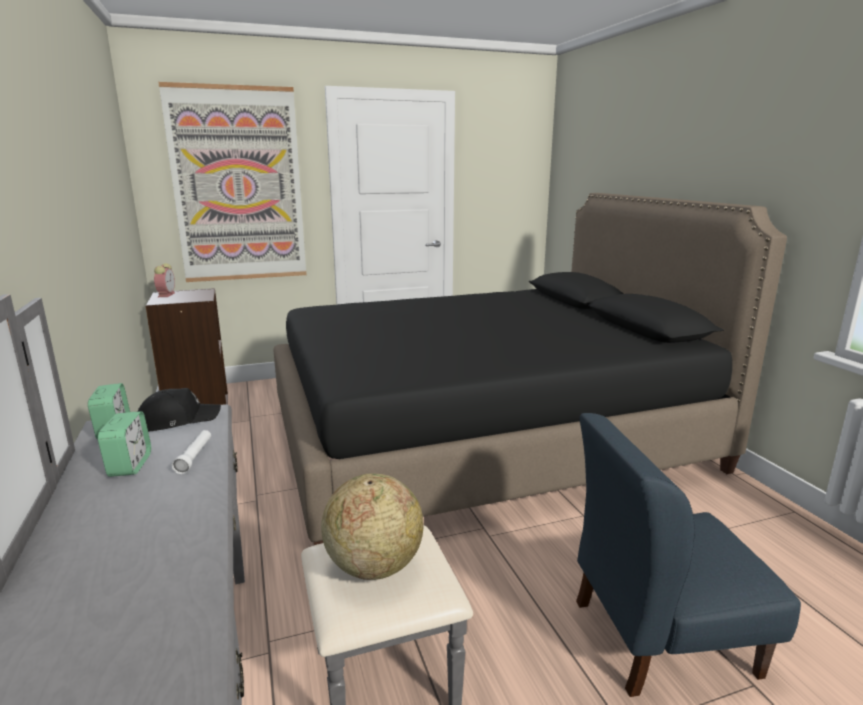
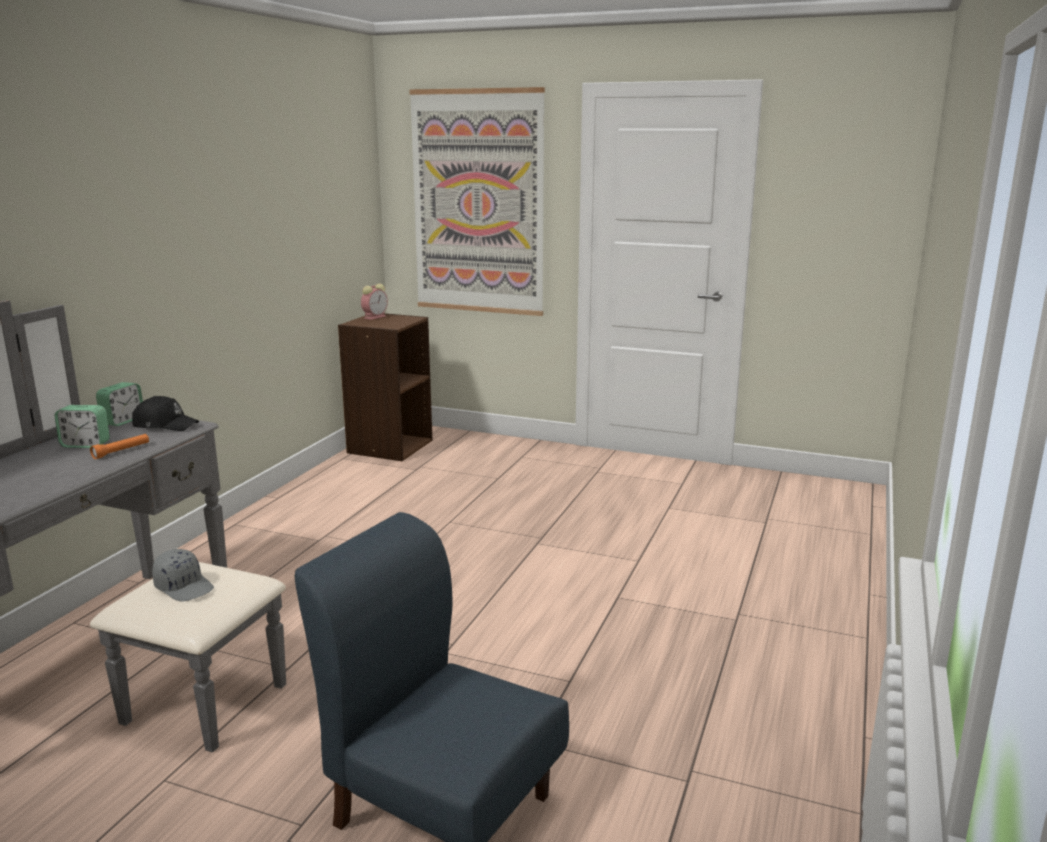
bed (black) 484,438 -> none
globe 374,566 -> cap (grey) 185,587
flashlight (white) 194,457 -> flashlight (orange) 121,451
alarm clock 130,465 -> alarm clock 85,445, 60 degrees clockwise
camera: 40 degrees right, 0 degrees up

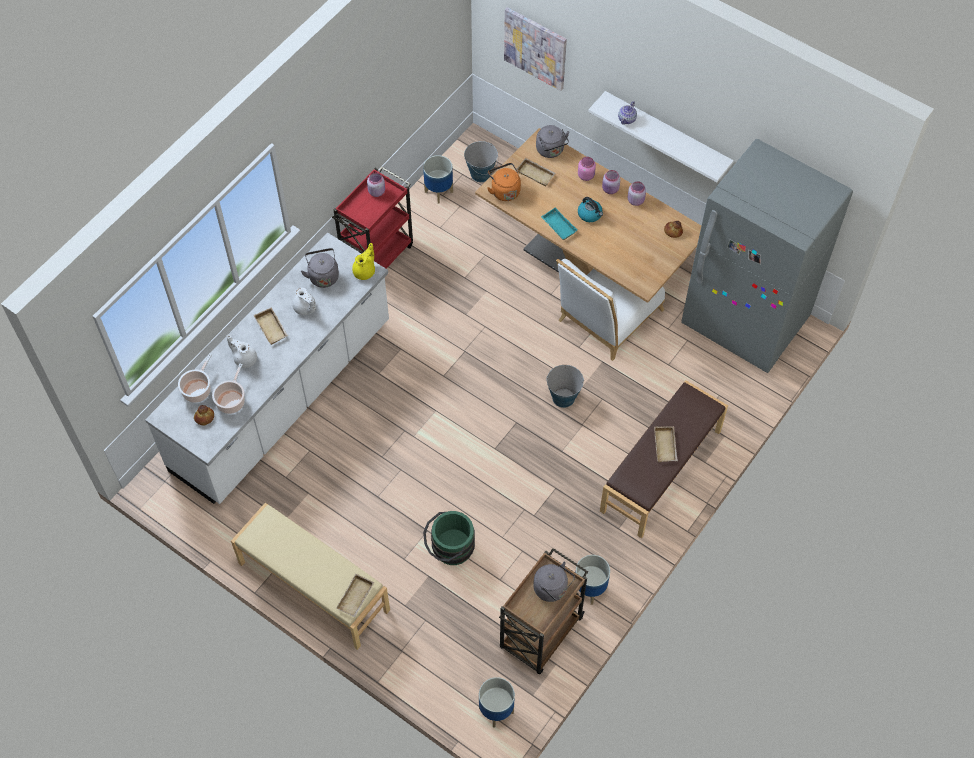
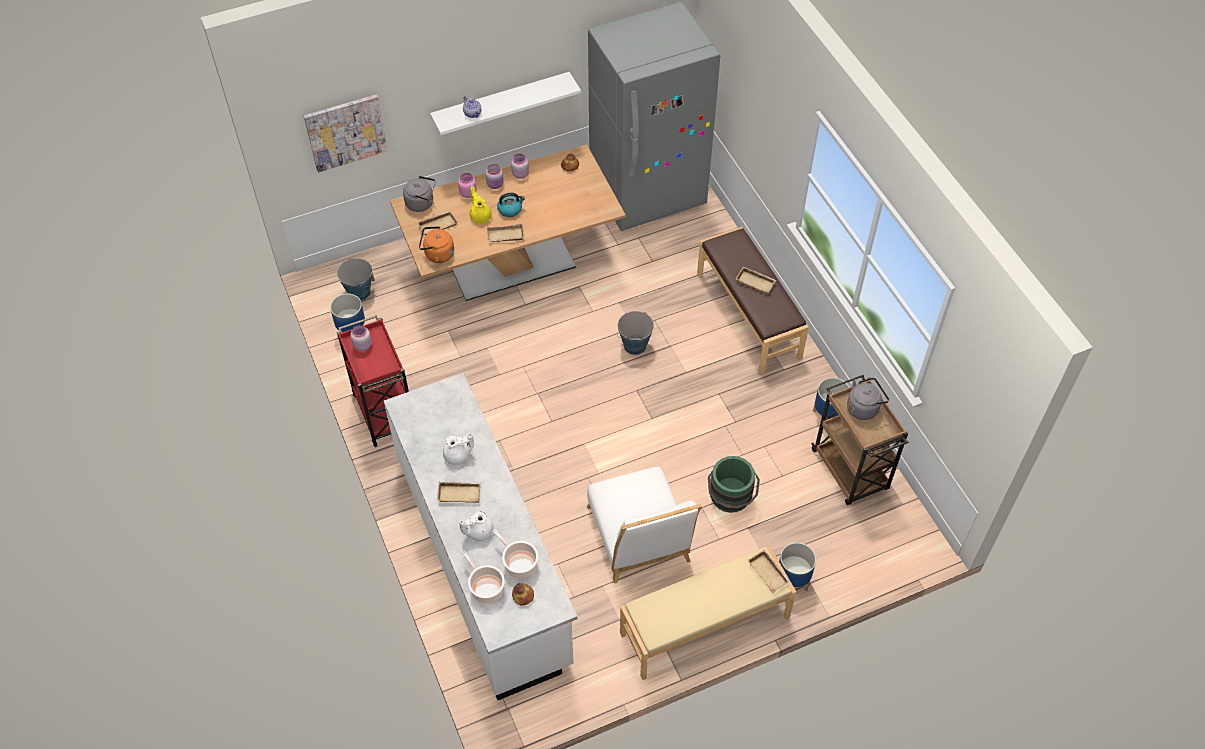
kettle (grey) 323,275 -> none
teapot (yellow) 365,271 -> teapot (yellow) 480,216, moved
planter 496,710 -> planter 792,581, moved
chair (white) 606,319 -> chair (white) 640,540, moved
tray (turquoise) 557,226 -> tray (beige) 505,236
camera: 60 degrees left, 5 degrees down

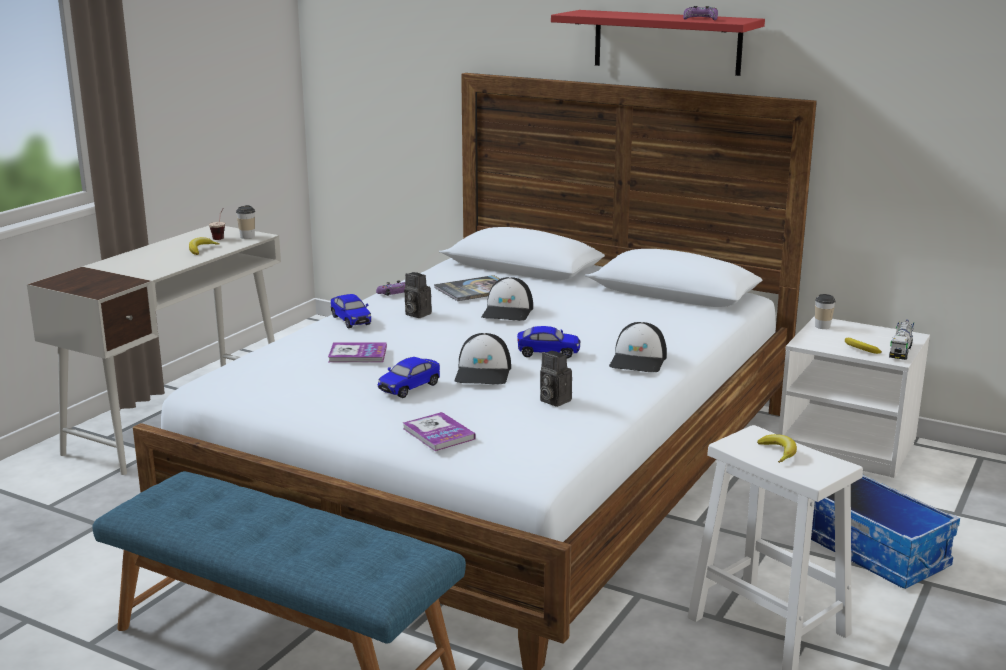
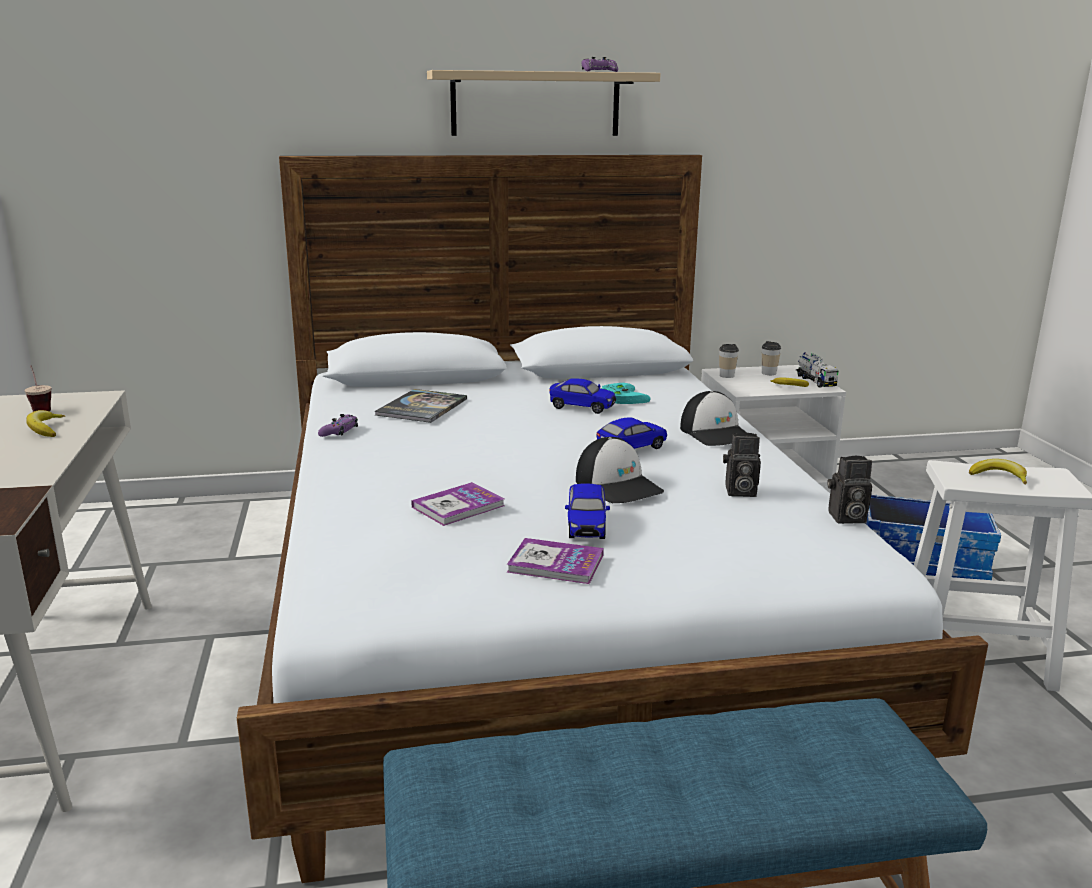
cap 508,311 -> none
none -> game controller (turquoise) 621,397
cup 247,236 -> cup 769,373, moved
toy car 351,321 -> toy car 582,407, moved
book 438,434 -> book 555,564, moved
photo camera 416,314 -> photo camera 846,518, moved
shelf (red) 667,42 -> shelf (beige) 535,104
camera: 40 degrees left, 0 degrees up

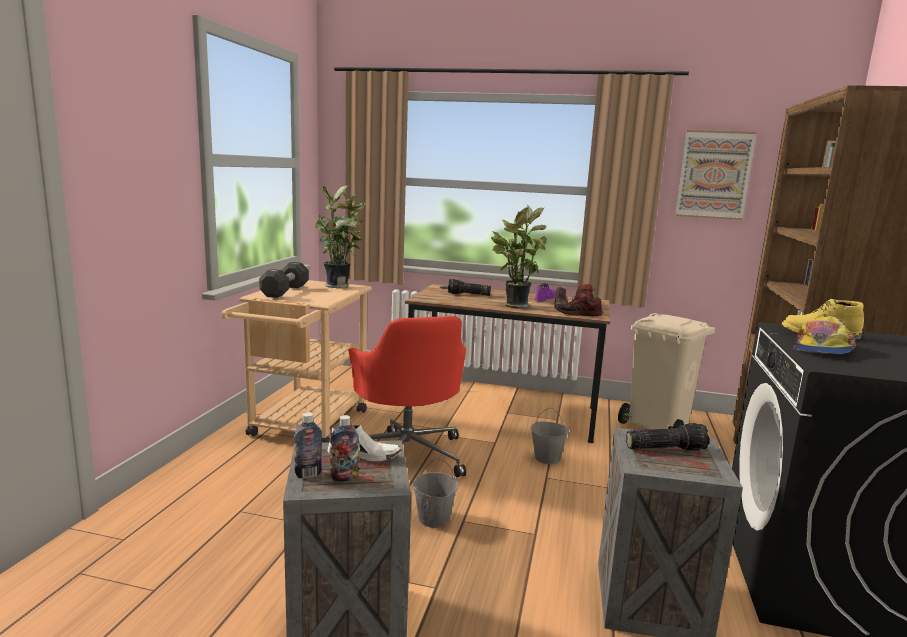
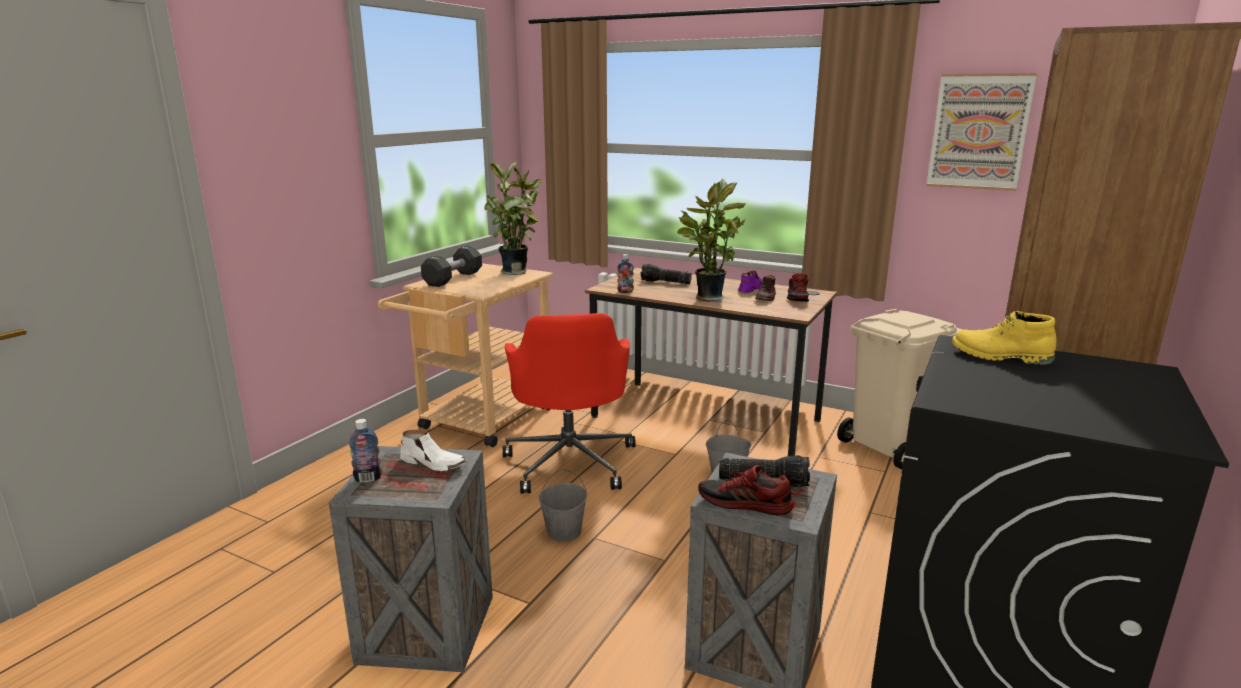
cap 822,349 -> none
bottle 344,477 -> bottle 625,292, moved
shoe 578,314 -> shoe 745,504, moved
camera: 15 degrees right, 5 degrees up

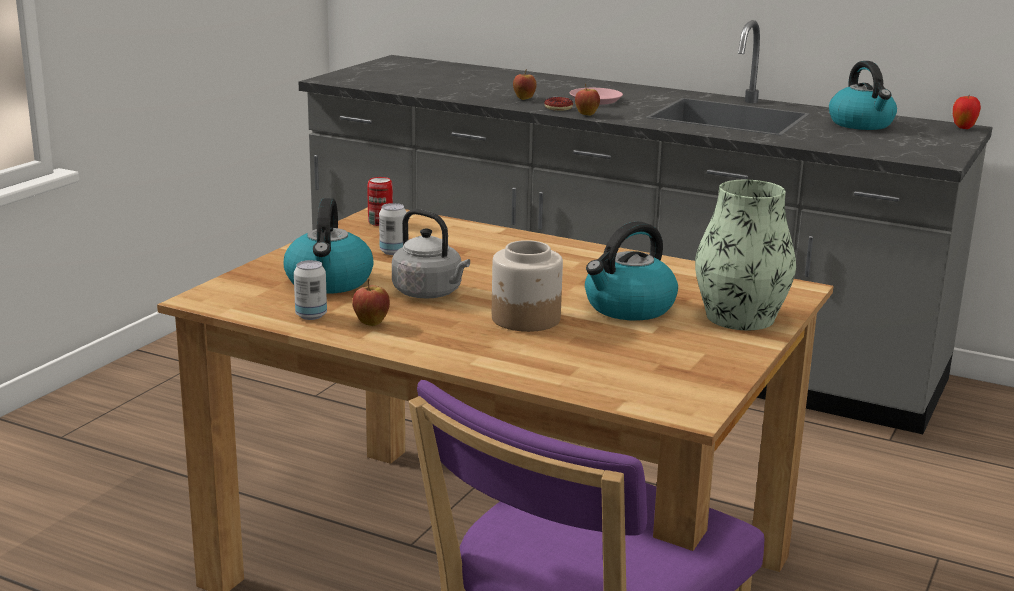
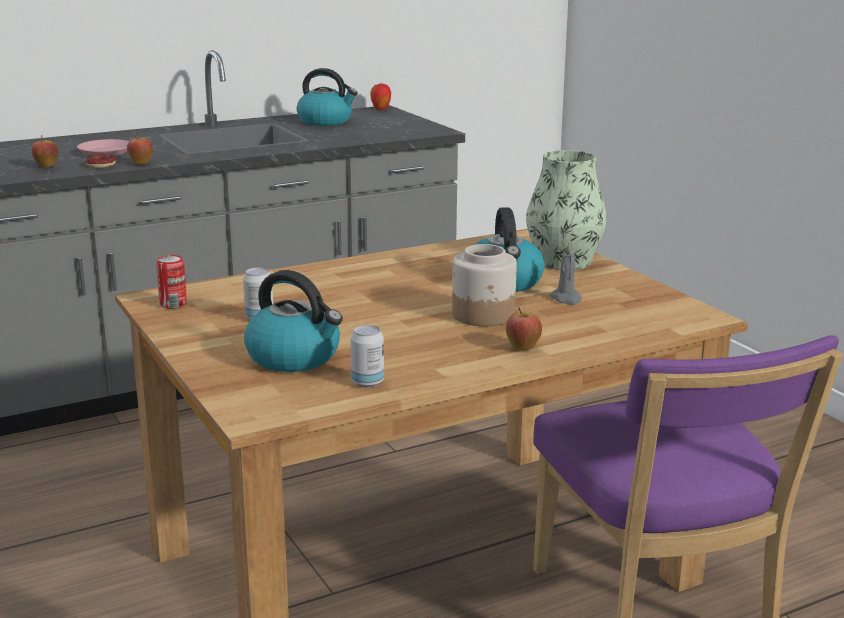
kettle (grey) 430,293 -> none
none -> candle (grey) 566,299
apple 371,323 -> apple 522,348, moved
camera: 55 degrees left, 0 degrees up

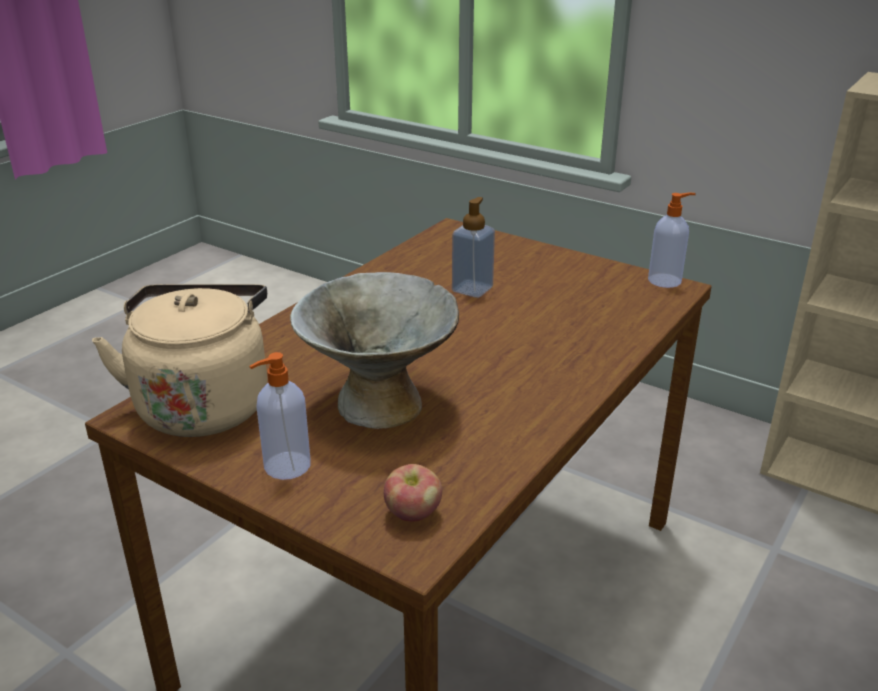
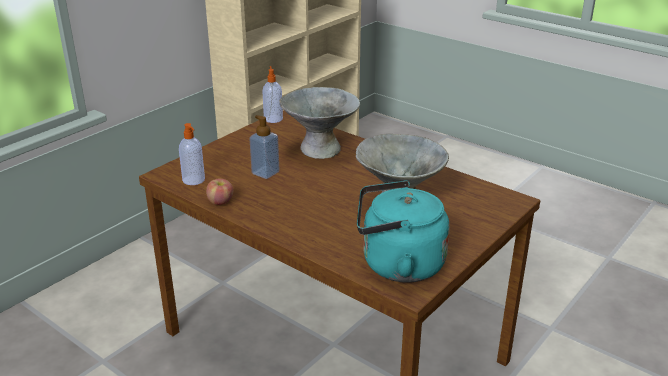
none -> bowl (grey) 320,149
soap dispenser 285,466 -> soap dispenser 194,180, moved
apple 413,513 -> apple 220,202, moved
kettle (beige) 203,404 -> kettle (turquoise) 397,265
camera: 85 degrees left, 0 degrees up

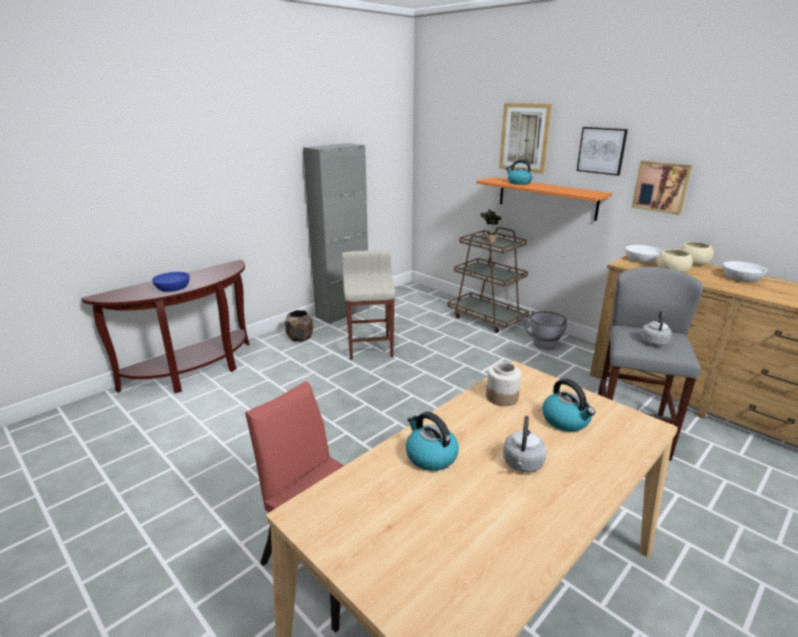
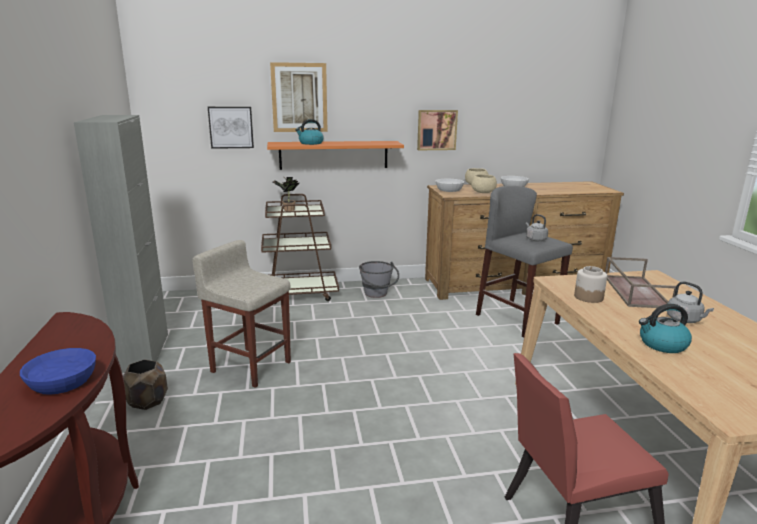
picture 602,150 -> picture 231,127, moved
kettle 566,420 -> tray (brown) 634,291
camera: 55 degrees left, 5 degrees down

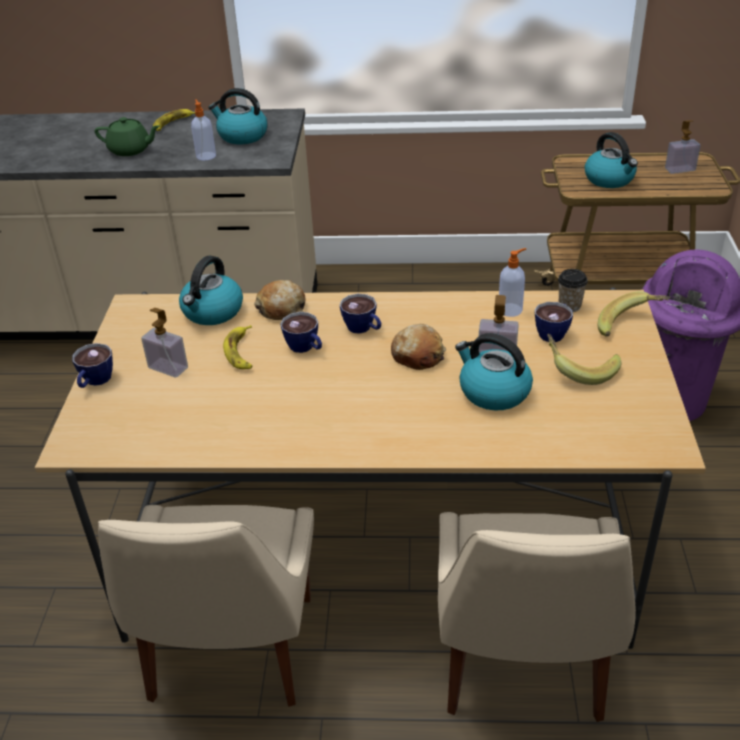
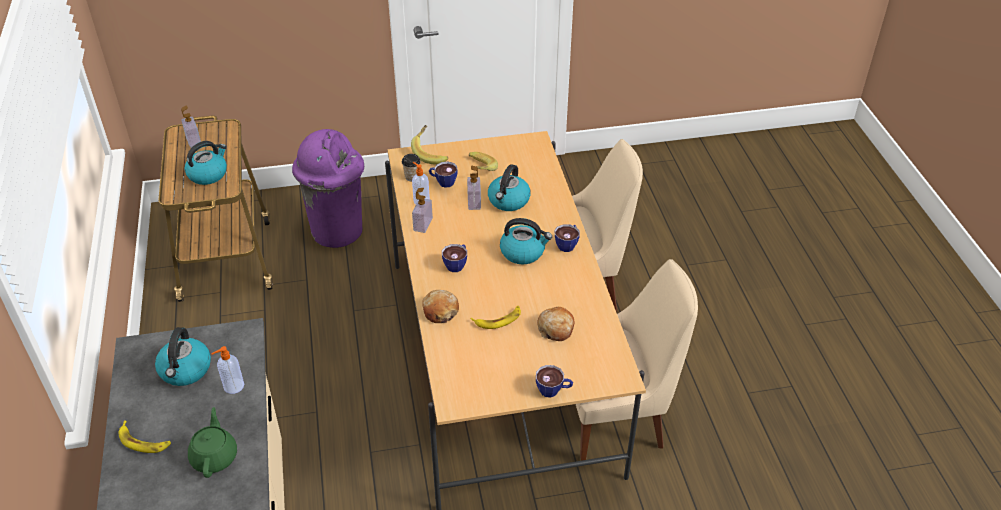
soap dispenser 168,368 -> soap dispenser 423,224, moved
kettle 212,312 -> kettle 523,252, moved
cup 305,348 -> cup 568,244, moved
bread 418,355 -> bread 556,328, moved
camera: 105 degrees left, 5 degrees up

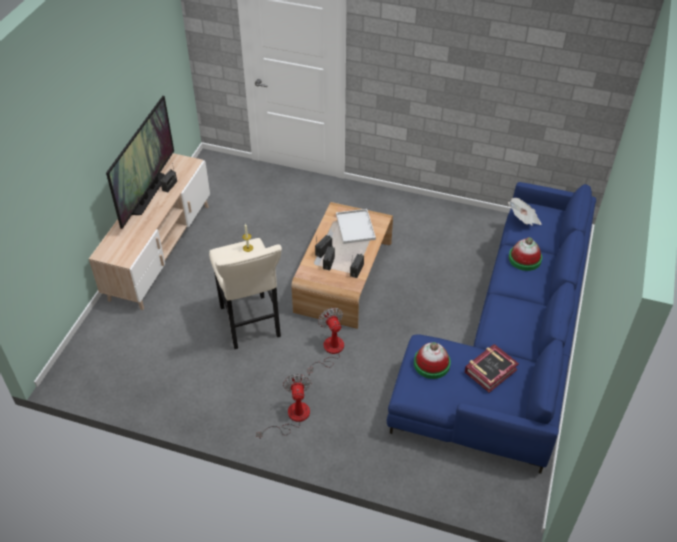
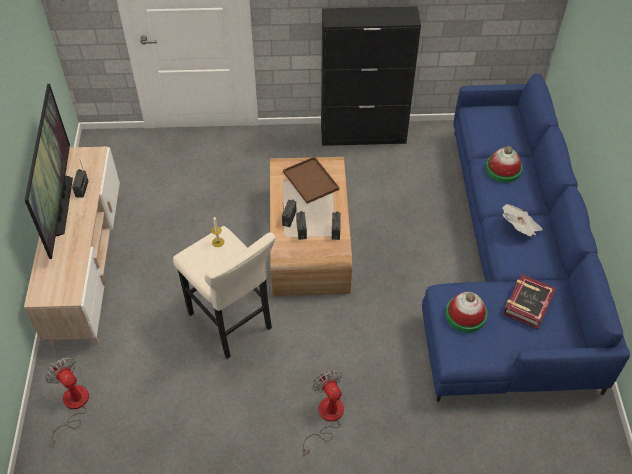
none -> cabinet (black) 363,135
fan 329,351 -> fan 72,406, moved
newspaper 523,219 -> newspaper 520,228, moved
tray (white) 354,226 -> tray (brown) 309,180
camera: 20 degrees left, 5 degrees up

